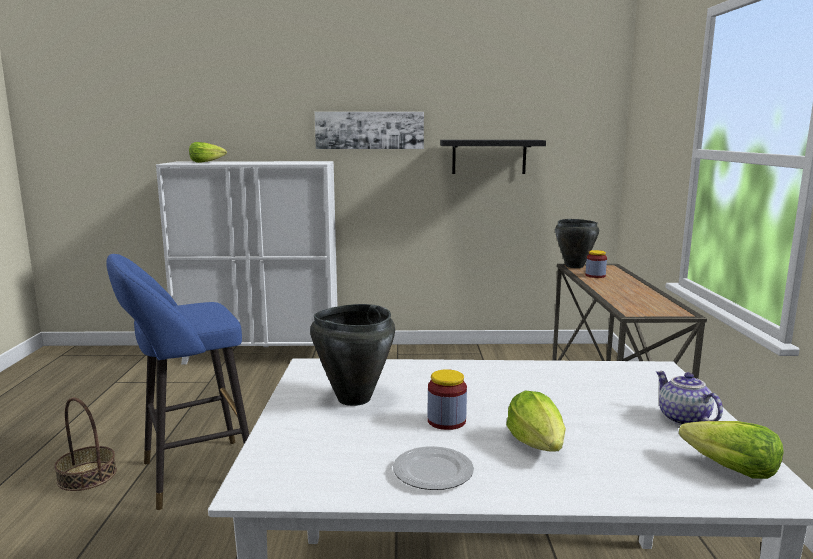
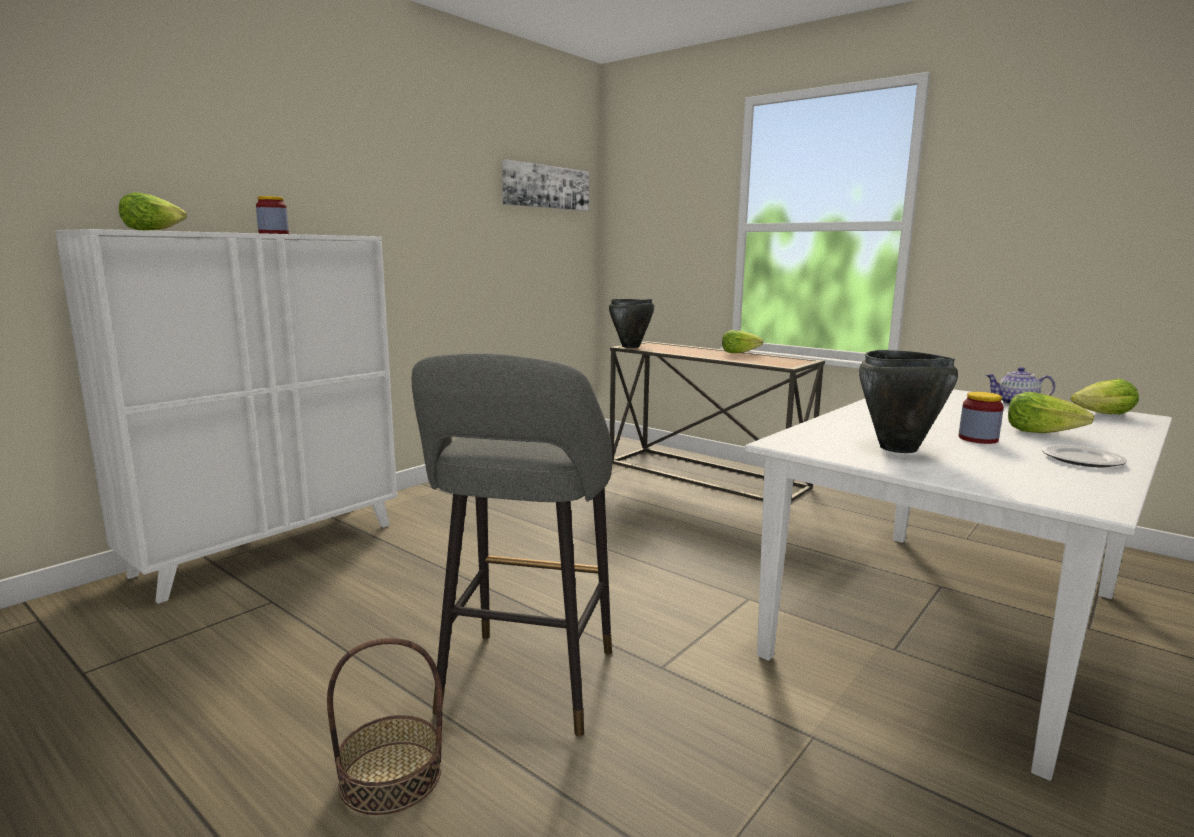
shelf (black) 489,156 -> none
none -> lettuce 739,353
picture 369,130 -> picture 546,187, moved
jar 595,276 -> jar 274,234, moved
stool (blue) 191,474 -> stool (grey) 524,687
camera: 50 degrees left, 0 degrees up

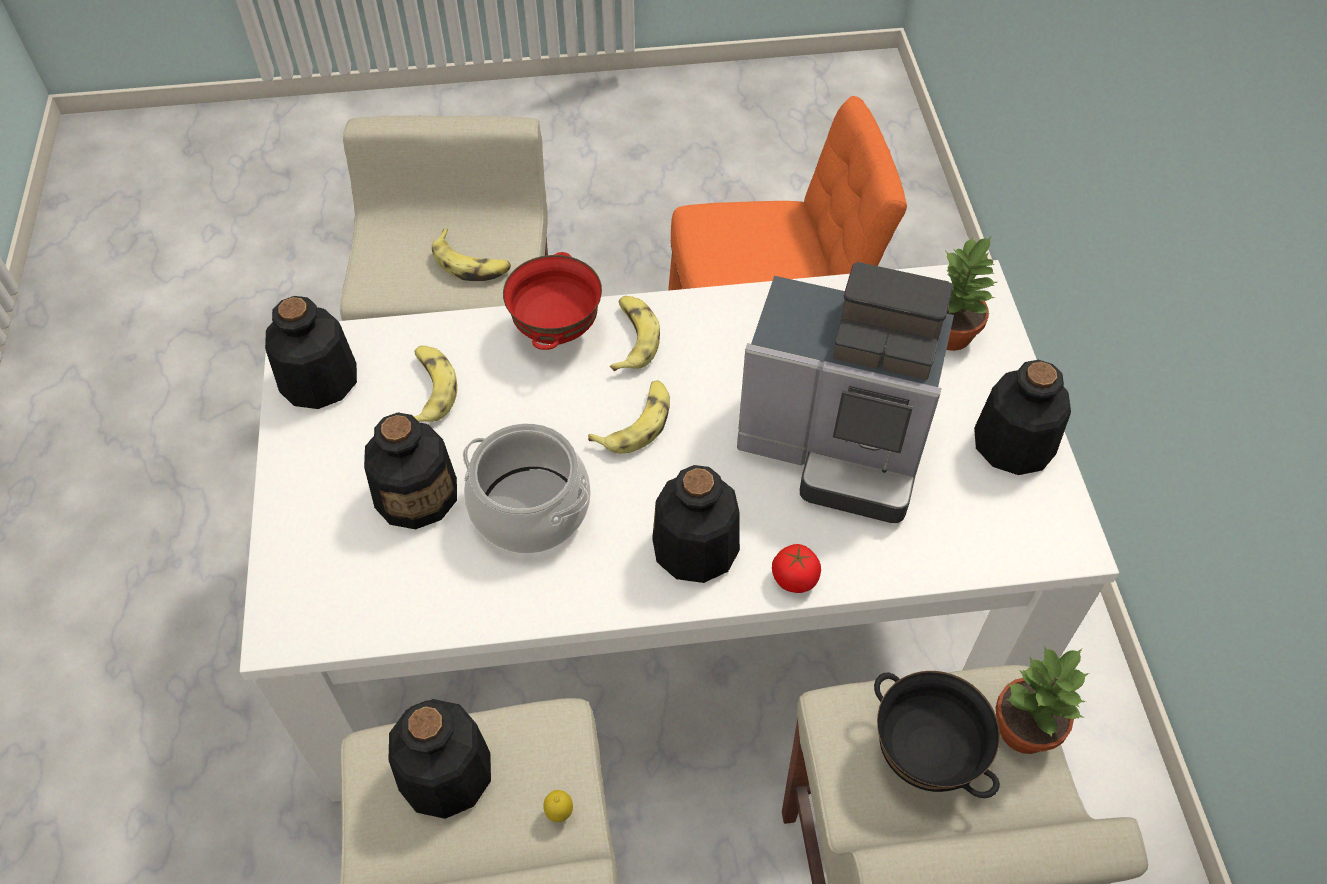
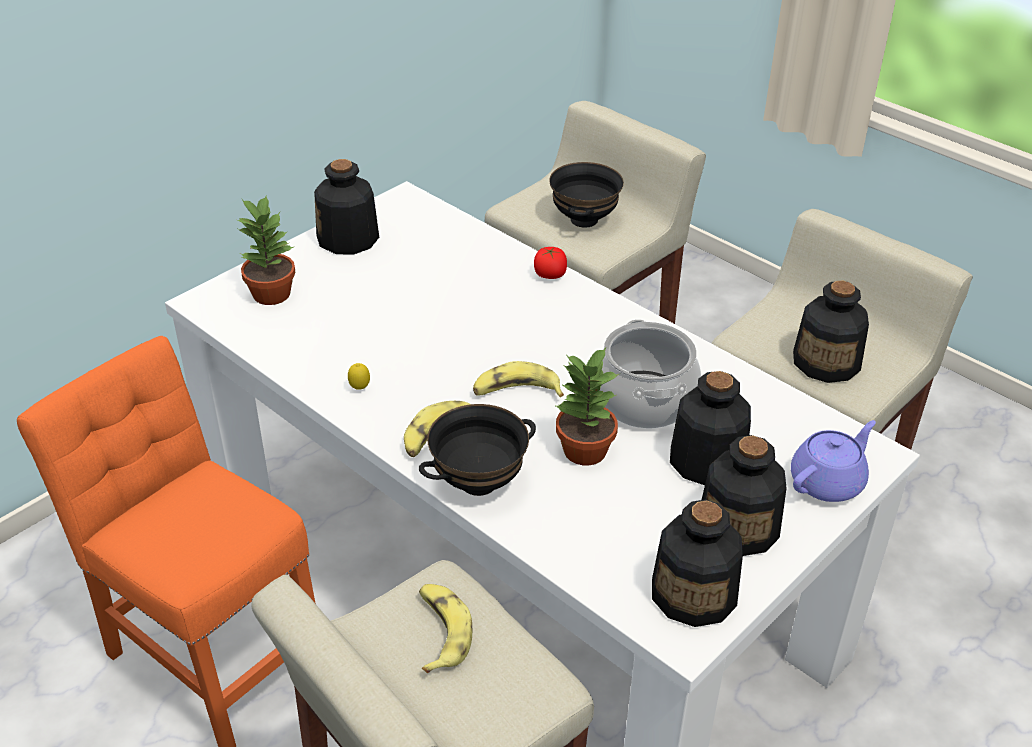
banana 429,390 -> none
coffee machine 837,447 -> none
none -> teapot (purple) 828,481
lemon 559,813 -> lemon 360,388, moved
bottle 695,547 -> bottle 739,527, moved
potted plant 1024,727 -> potted plant 583,451, moved
bowl (red) 557,331 -> bowl (black) 478,482
camera: 130 degrees left, 15 degrees down

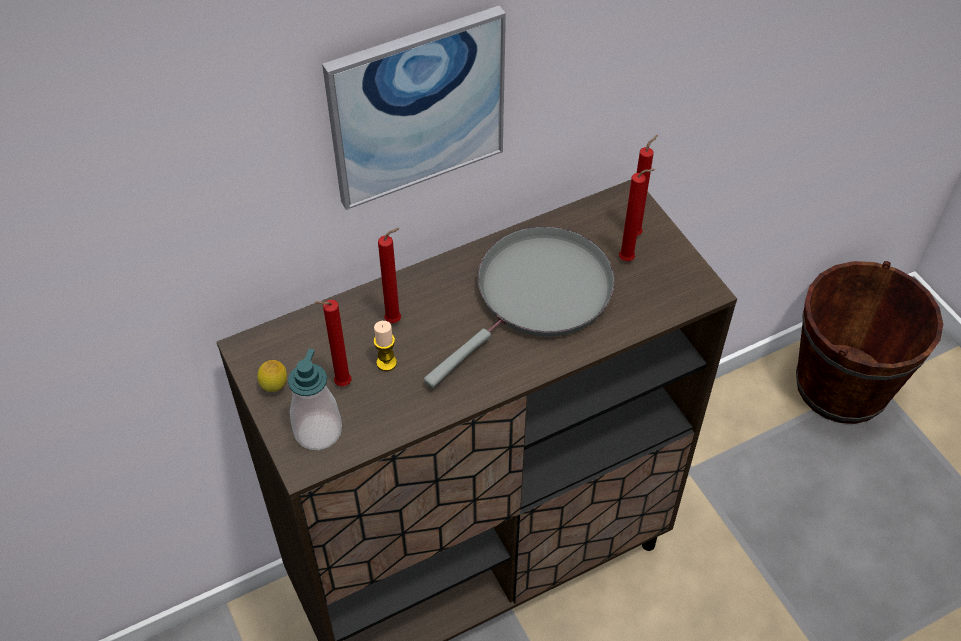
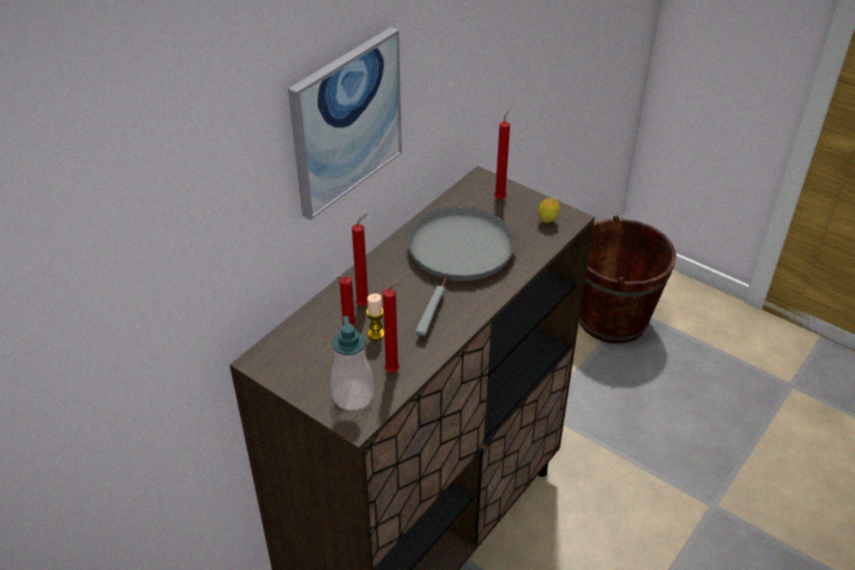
lemon 275,388 -> lemon 547,222, moved
candle (red) 629,260 -> candle (red) 394,371, moved
camera: 25 degrees left, 10 degrees down

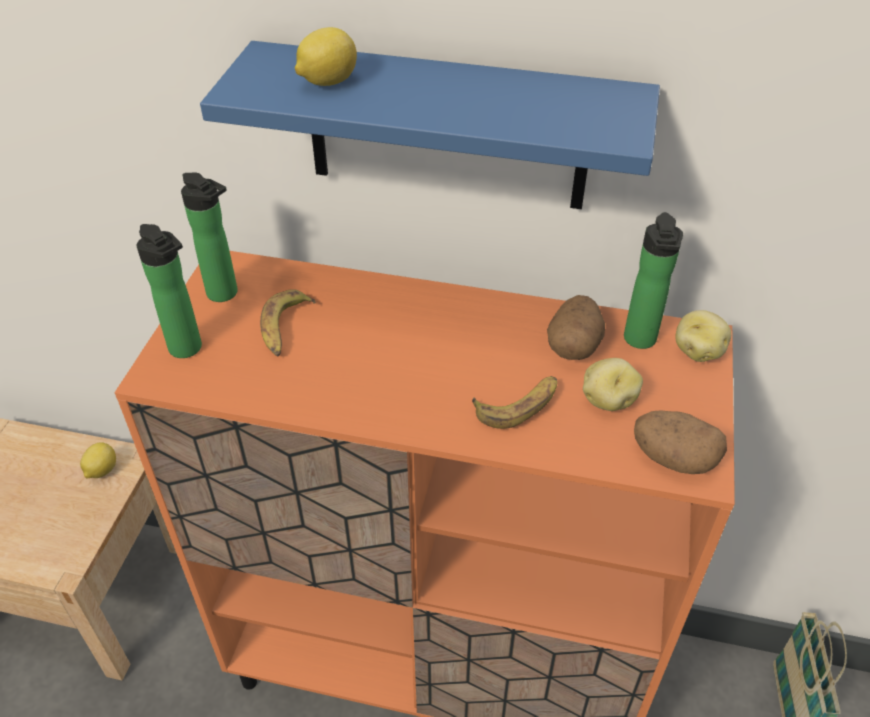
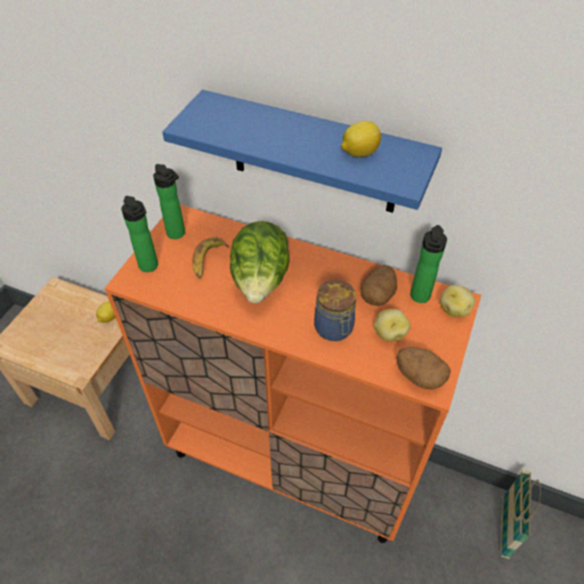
none -> lettuce 261,281
lemon 327,82 -> lemon 359,153, moved
banana 518,405 -> jar 334,329
camera: 10 degrees right, 5 degrees up

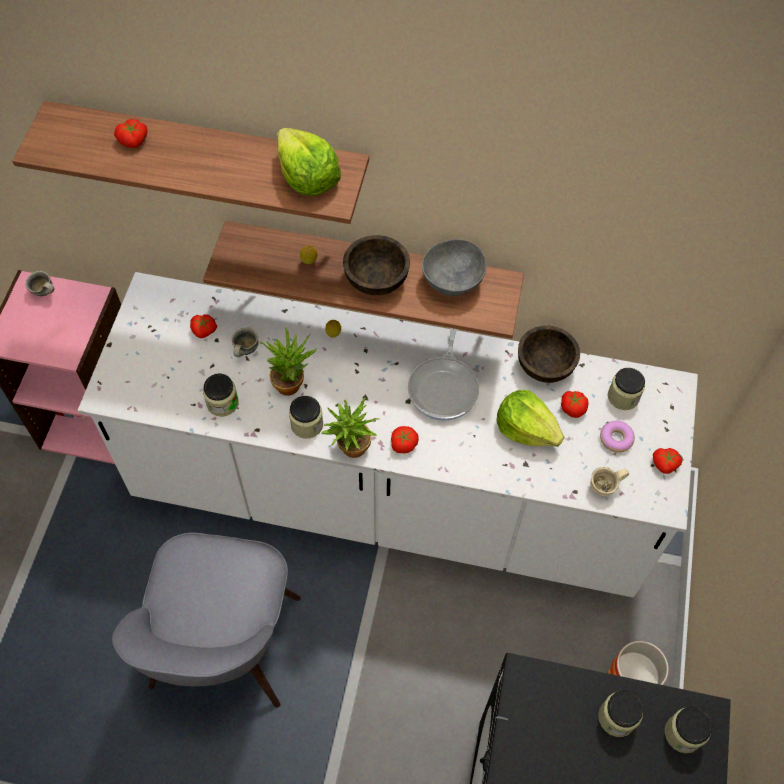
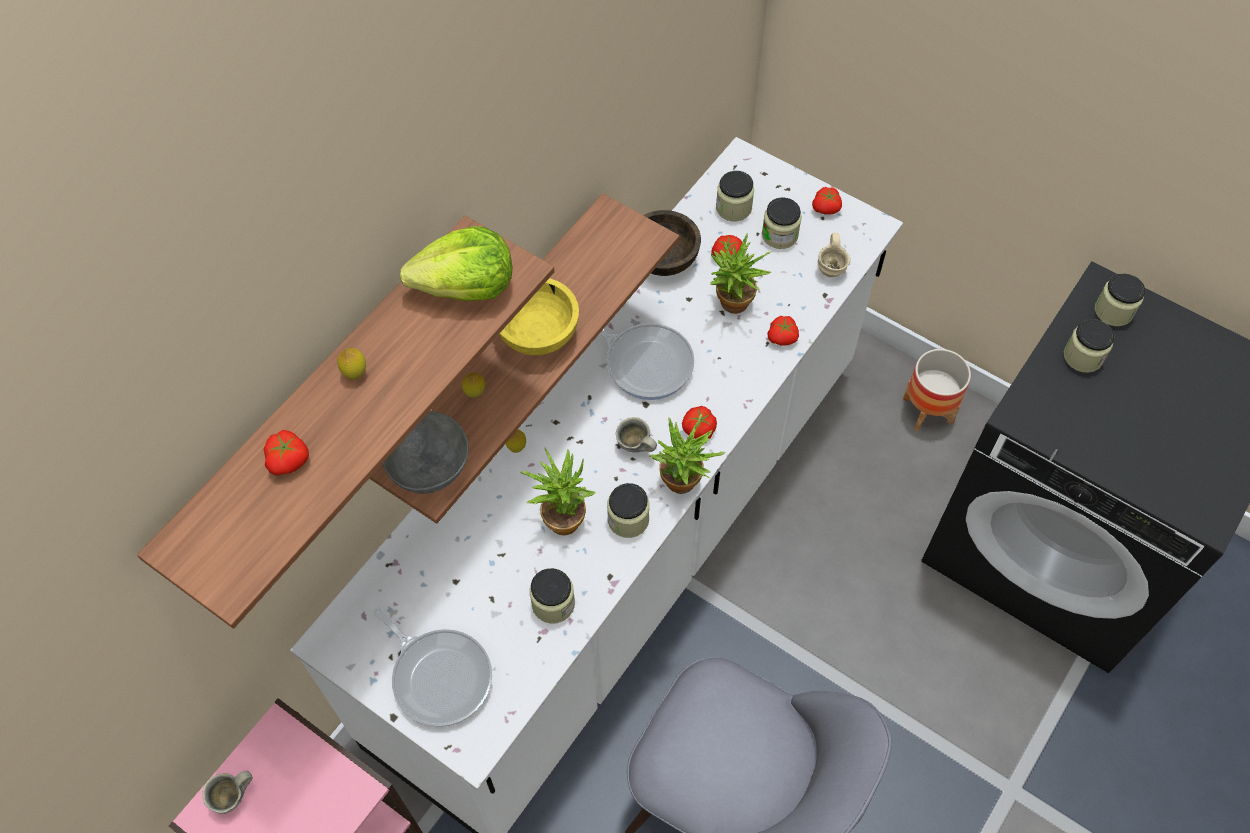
none -> lemon 355,373
none -> frying pan 439,675
tomato 204,331 -> tomato 783,337, moved
mug (grey) 244,351 -> mug (grey) 635,448, moved
bowl (grey) 454,282 -> bowl (grey) 430,466, moved
lettuce 526,429 -> potted plant 732,307
donut 616,439 -> jar 779,235
bowl (brown) 376,280 -> bowl (yellow) 538,334
camera: 65 degrees left, 0 degrees up

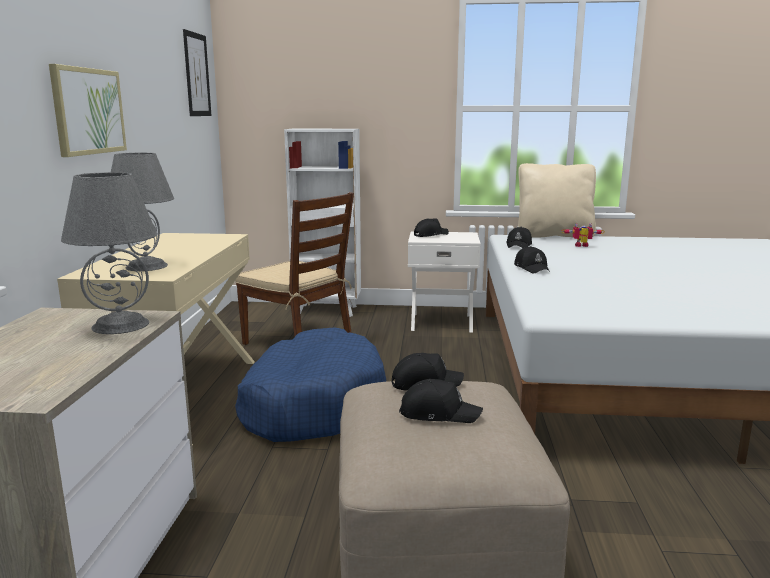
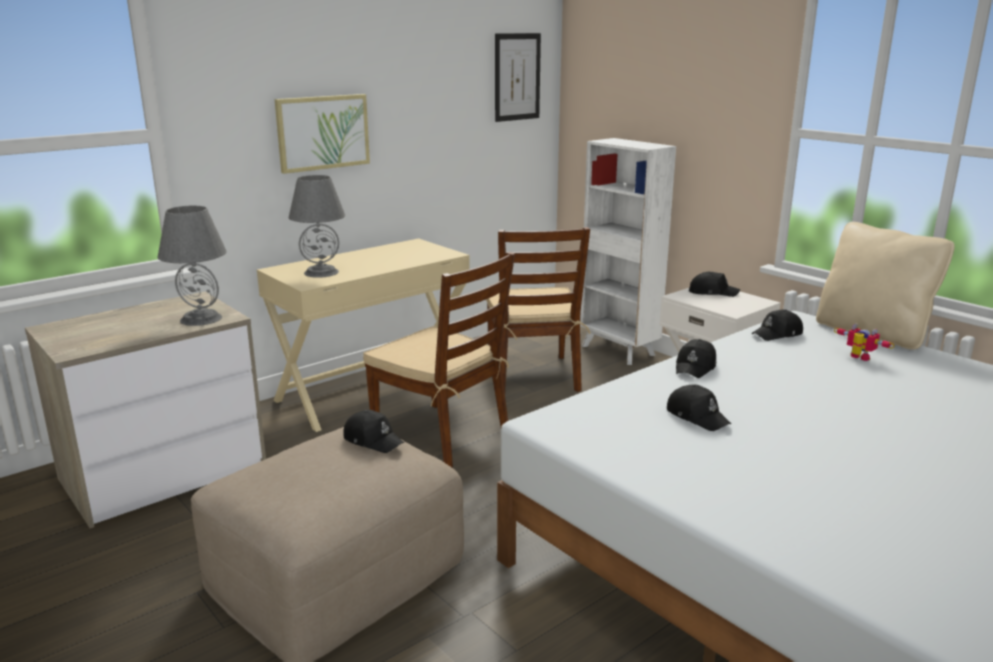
cap (black) 438,413 -> cap (black) 697,416, moved
dog bed (blue) 311,403 -> chair (brown) 442,435
camera: 45 degrees right, 5 degrees up

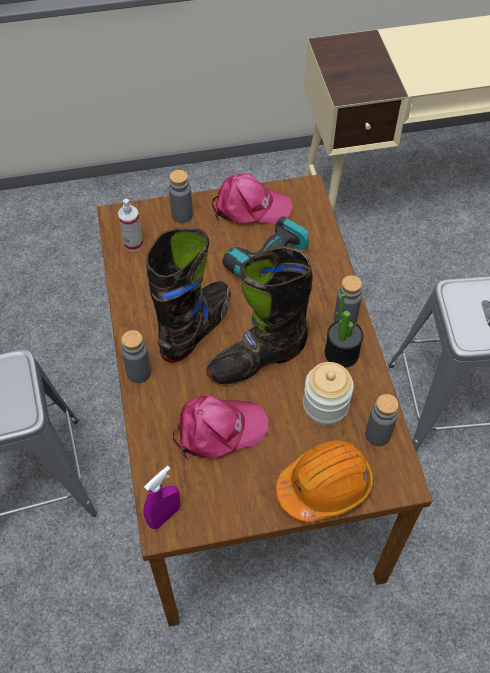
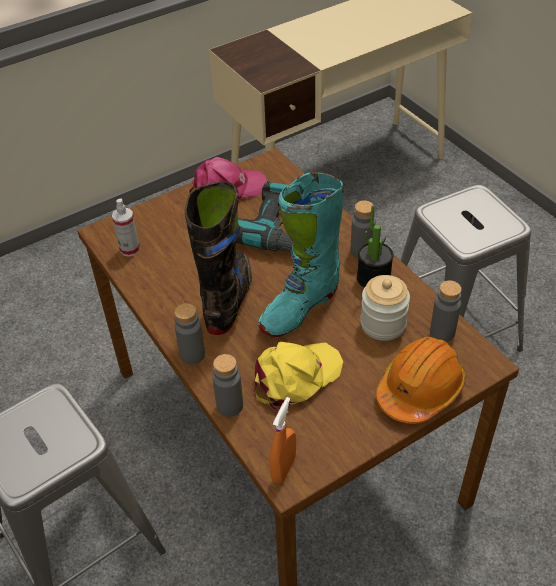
bottle (grey) 182,215 -> bottle (grey) 230,406, moved
spray bottle (purple) 164,516 -> spray bottle (orange) 283,469
cap (pink) 218,430 -> cap (yellow) 295,377
boot (black) 257,359 -> boot (turquoise) 300,307
camera: 20 degrees left, 10 degrees down

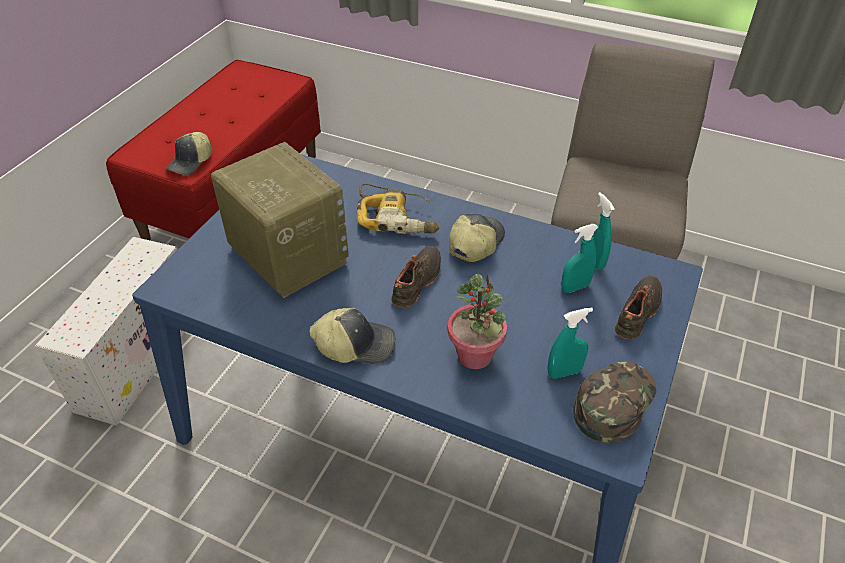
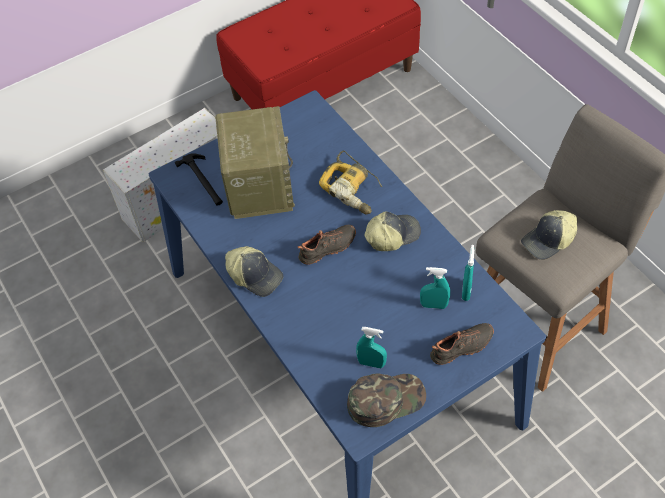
potted plant 475,356 -> none
none -> hammer 203,181
cap 191,162 -> cap 549,241, moved
camera: 35 degrees right, 10 degrees up

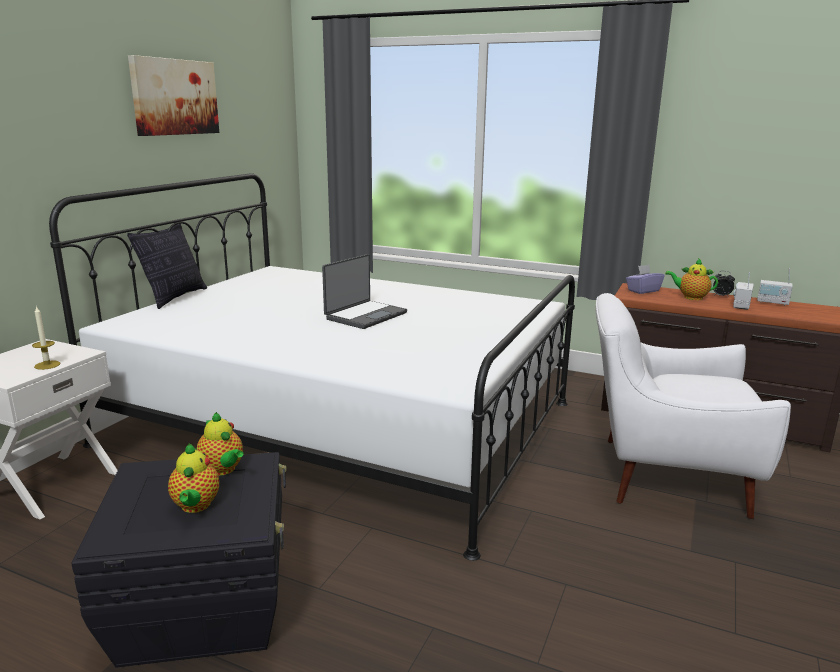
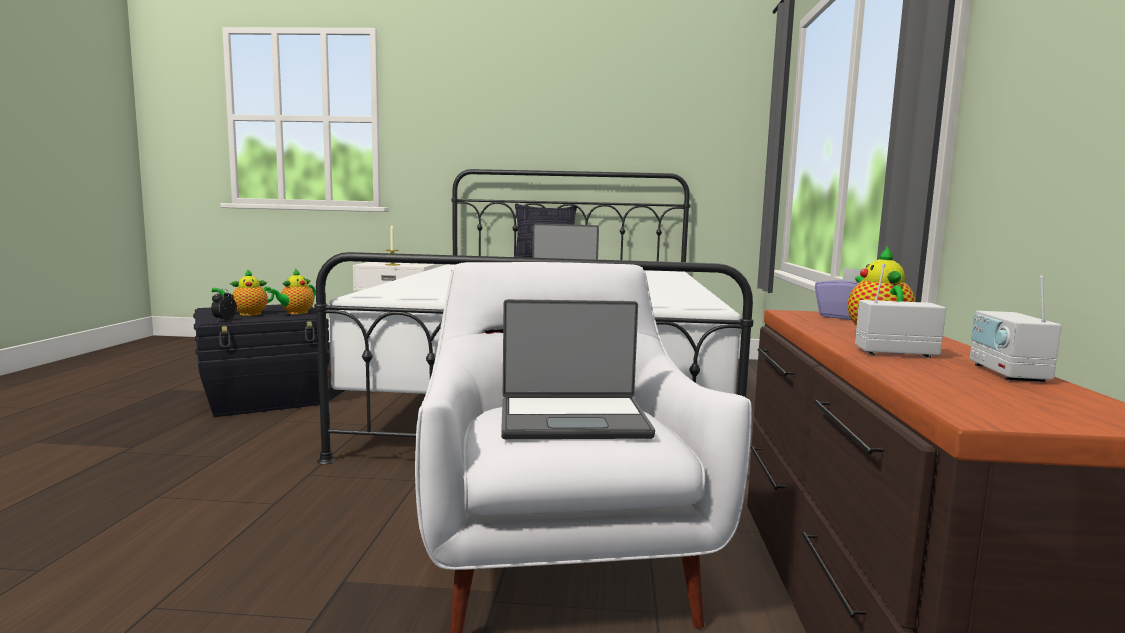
picture 174,97 -> none
none -> laptop 573,420
alarm clock 721,296 -> alarm clock 224,320, moved
camera: 70 degrees right, 10 degrees down

